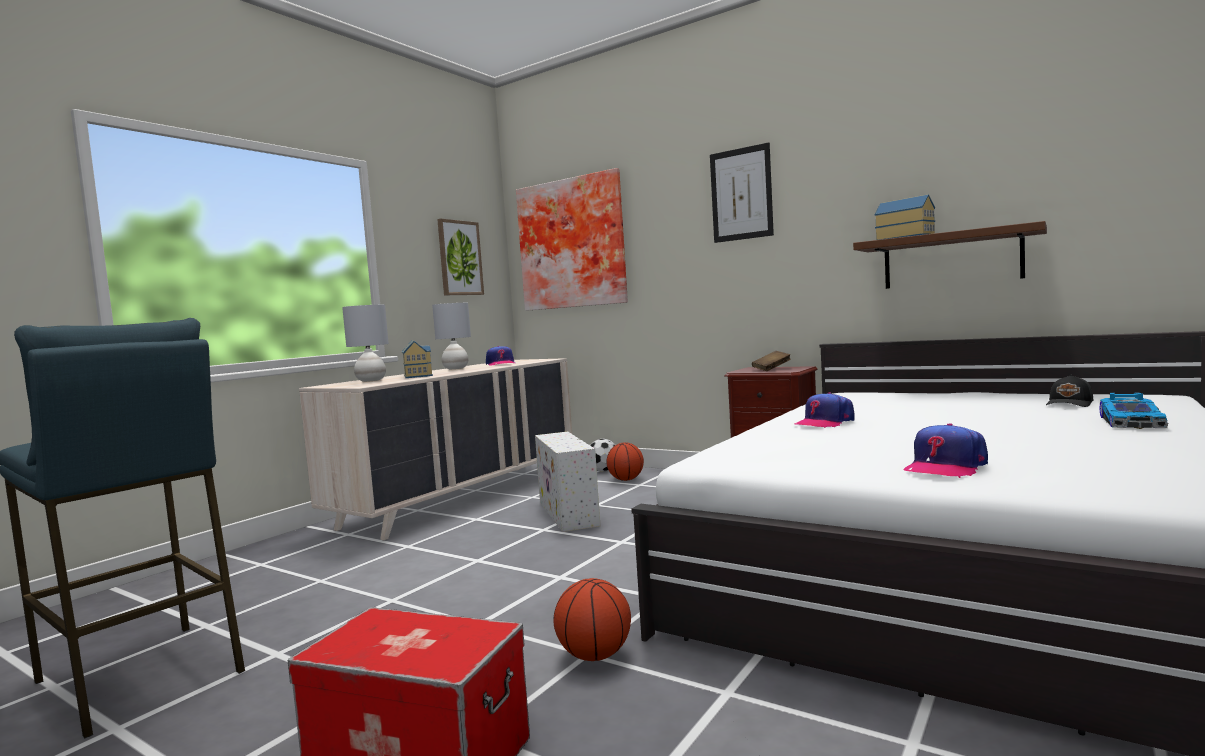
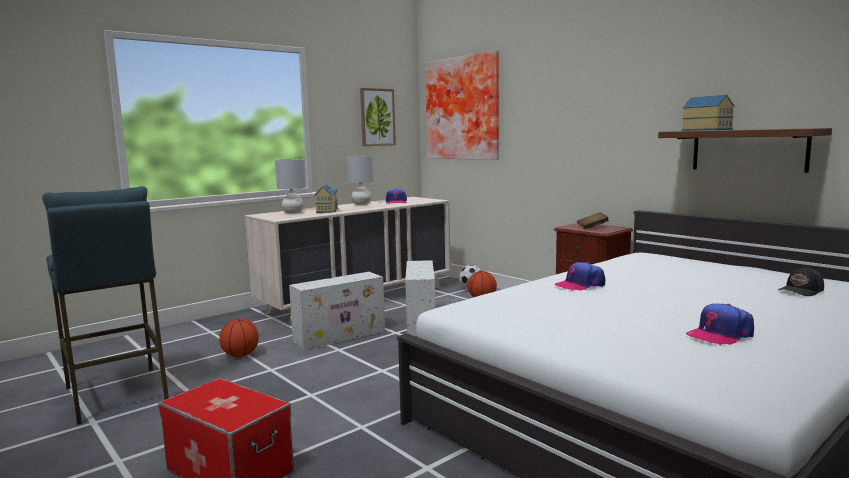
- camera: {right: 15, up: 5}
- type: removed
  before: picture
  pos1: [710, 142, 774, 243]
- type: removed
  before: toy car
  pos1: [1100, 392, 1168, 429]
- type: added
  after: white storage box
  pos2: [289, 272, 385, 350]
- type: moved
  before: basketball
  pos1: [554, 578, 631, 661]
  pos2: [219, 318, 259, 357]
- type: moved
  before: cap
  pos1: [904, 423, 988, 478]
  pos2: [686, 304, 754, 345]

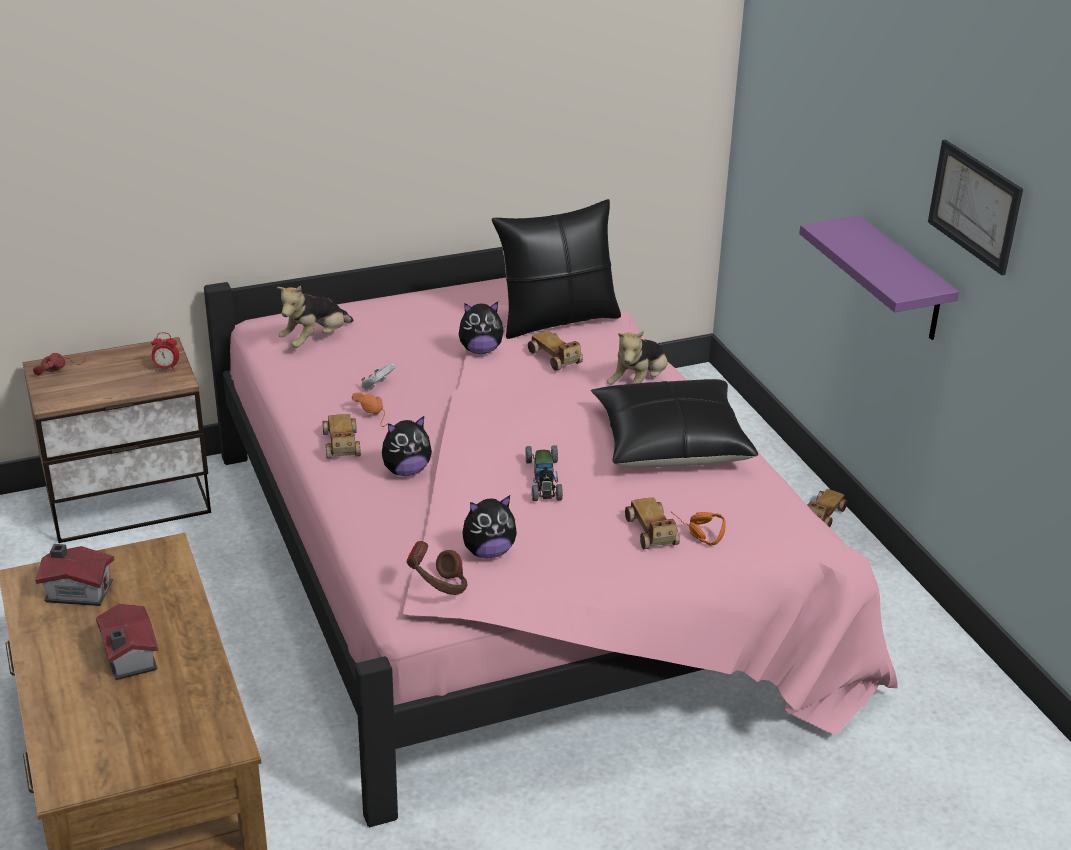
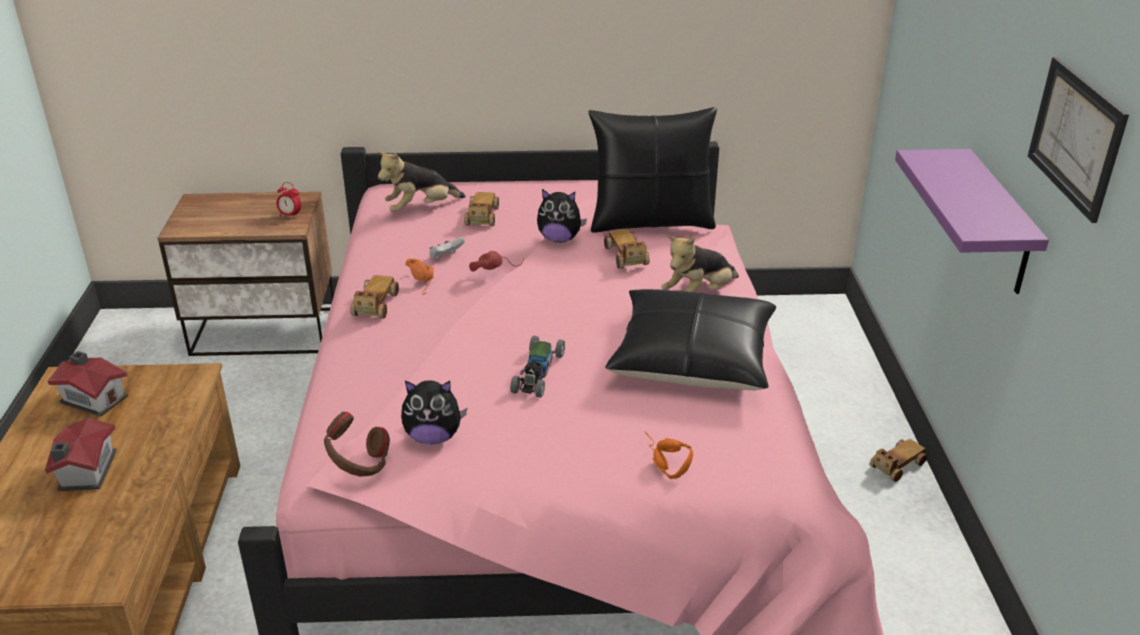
- camera: {right: 20, up: 0}
- type: removed
  before: plush toy
  pos1: [382, 416, 432, 476]
- type: moved
  before: red headphones
  pos1: [33, 353, 85, 375]
  pos2: [469, 251, 524, 272]
- type: moved
  before: toy car
  pos1: [625, 497, 680, 549]
  pos2: [464, 192, 499, 226]

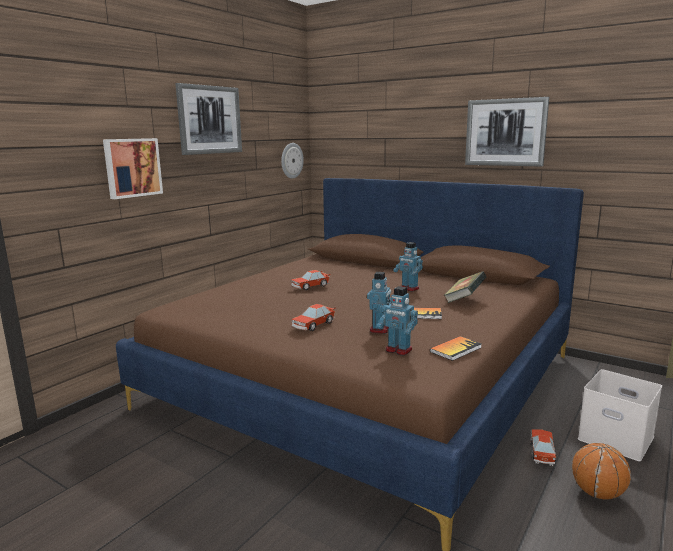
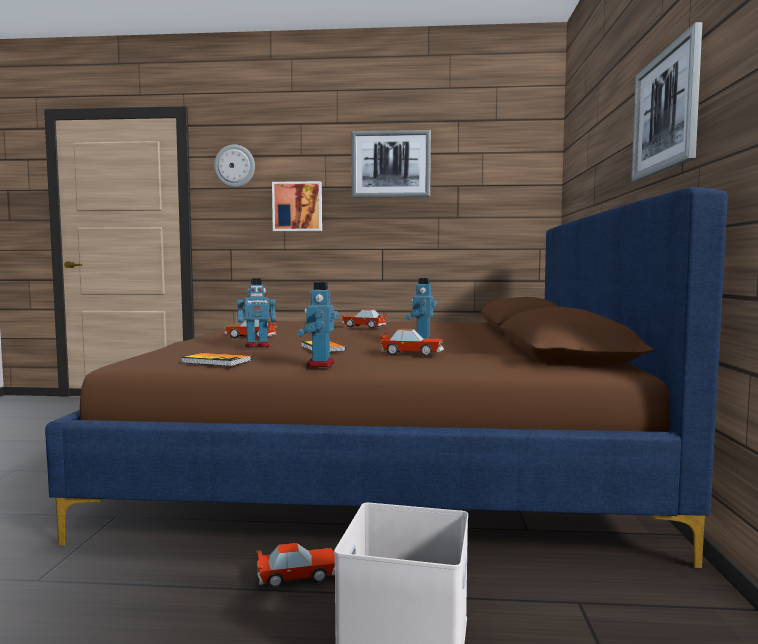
- camera: {right: 60, up: -10}
- type: removed
  before: basketball
  pos1: [572, 443, 631, 500]
- type: moved
  before: wall clock
  pos1: [281, 143, 304, 179]
  pos2: [214, 145, 255, 187]
- type: moved
  before: toy robot
  pos1: [377, 286, 418, 355]
  pos2: [297, 282, 338, 367]
- type: replaced
  before: book
  after: toy car
  pos1: [443, 272, 487, 303]
  pos2: [380, 329, 444, 356]

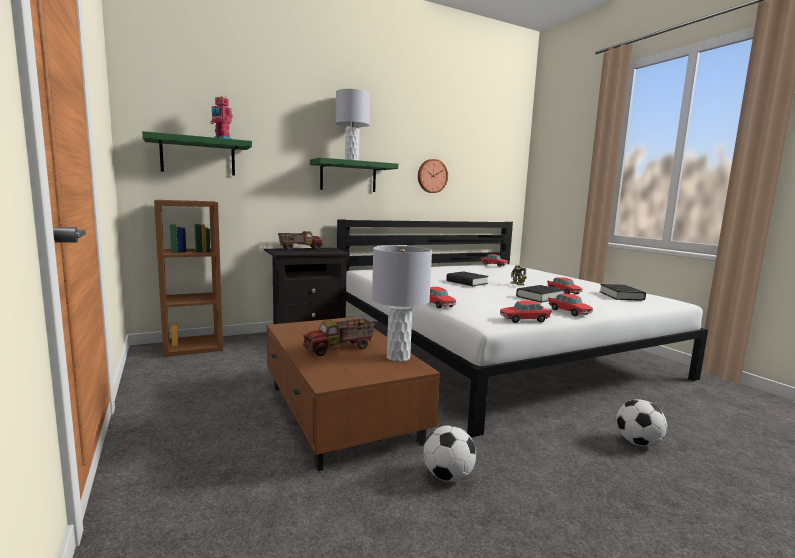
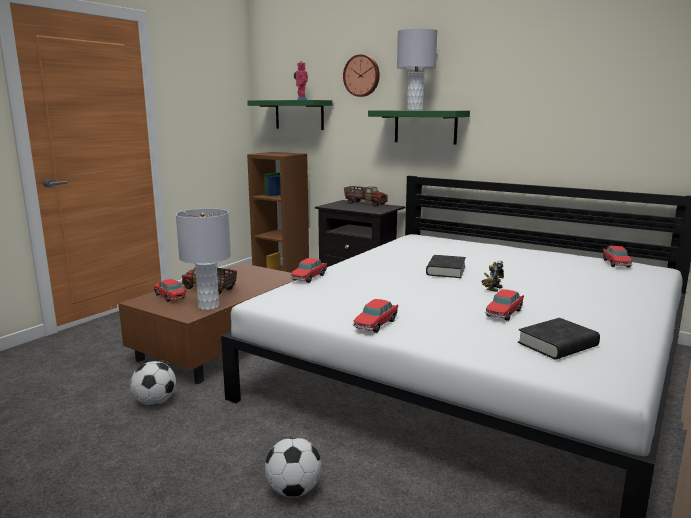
- camera: {right: 60, up: 5}
- type: removed
  before: black book
  pos1: [516, 285, 564, 303]
- type: moved
  before: wall clock
  pos1: [418, 159, 448, 193]
  pos2: [343, 54, 380, 97]
- type: moved
  before: toy car
  pos1: [500, 301, 552, 323]
  pos2: [154, 279, 186, 302]

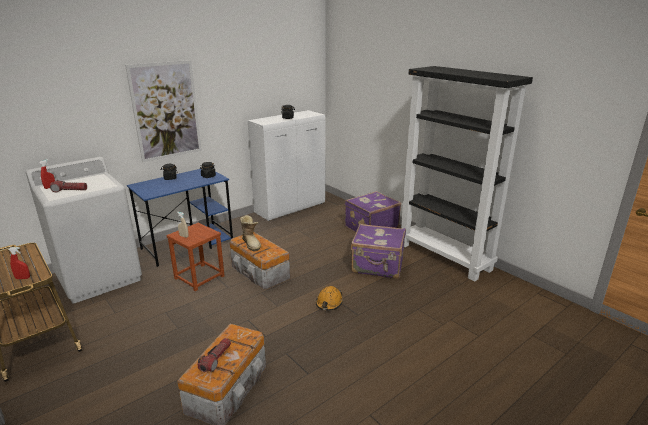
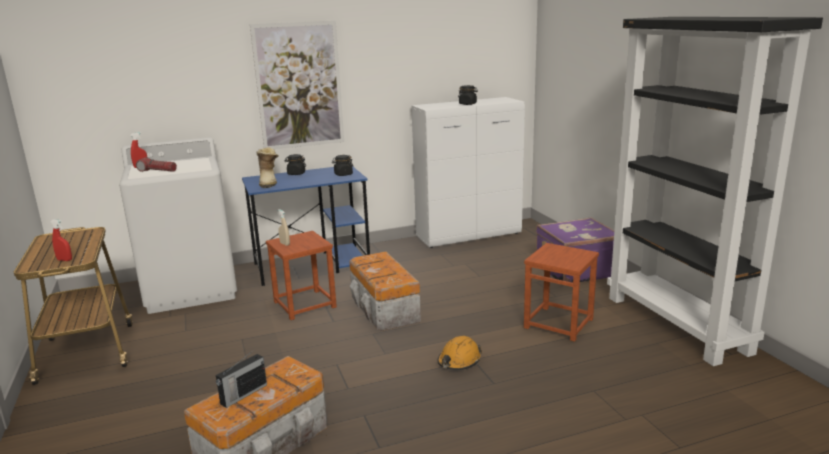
- camera: {right: 20, up: -5}
- type: moved
  before: boot
  pos1: [240, 215, 261, 251]
  pos2: [256, 147, 279, 188]
- type: replaced
  before: flashlight
  after: radio
  pos1: [197, 338, 231, 372]
  pos2: [216, 350, 267, 408]
- type: replaced
  before: purple suitcase
  after: brown stool
  pos1: [351, 224, 406, 279]
  pos2: [524, 243, 599, 342]

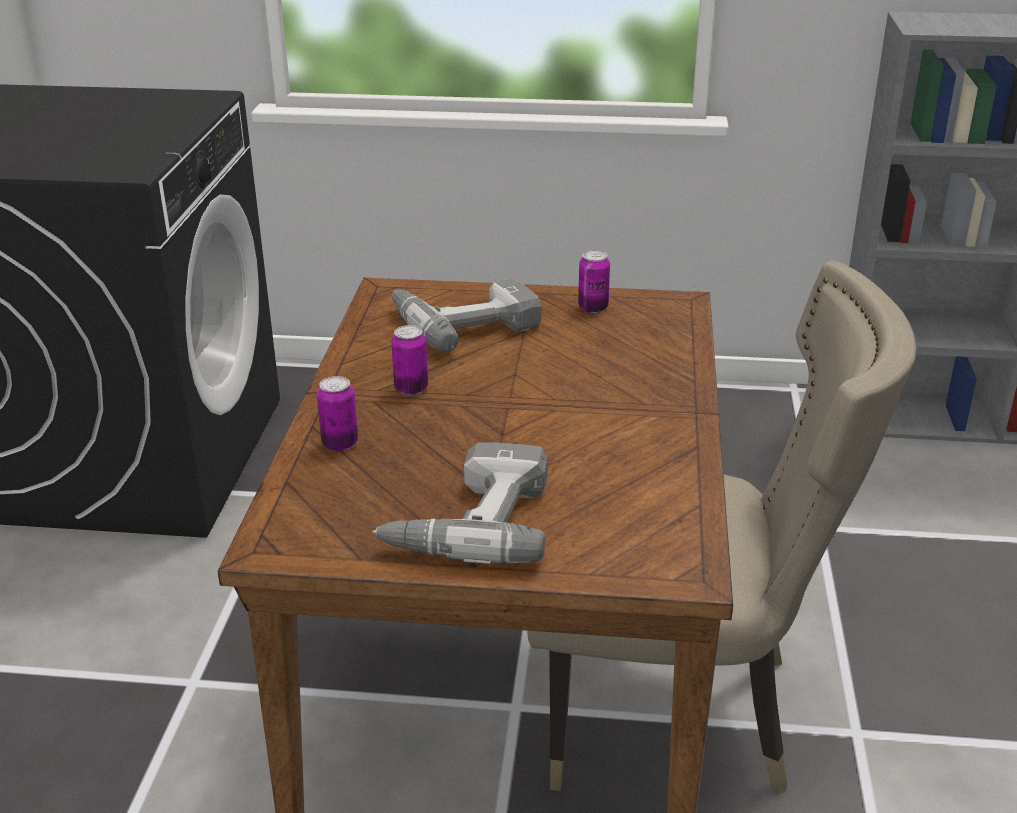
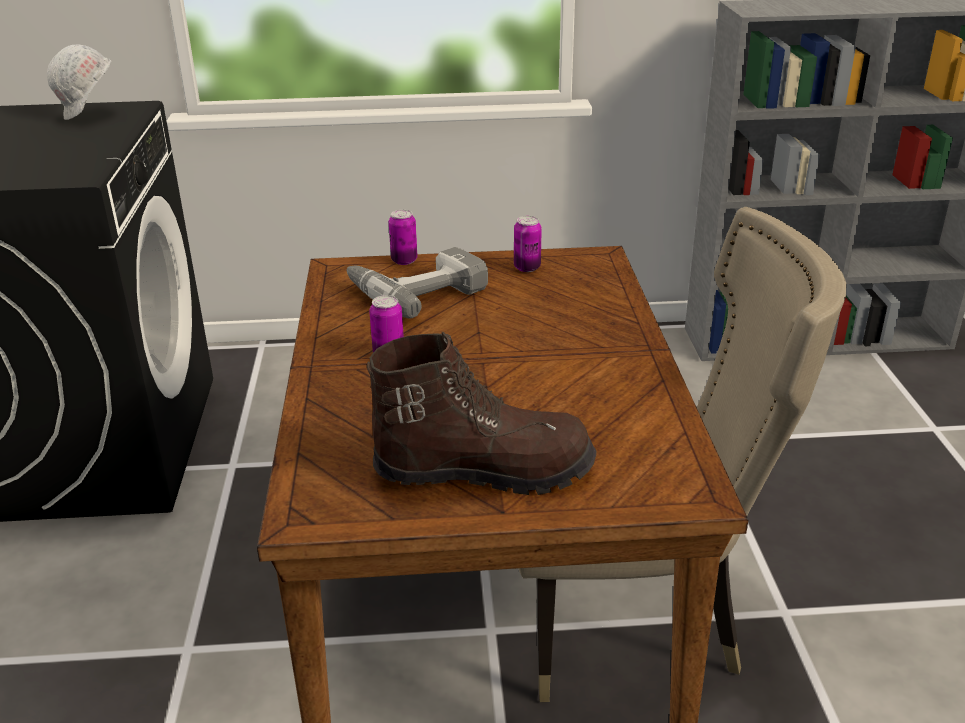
- camera: {right: -10, up: 0}
- type: added
  after: white hard hat
  pos2: [47, 45, 111, 120]
- type: moved
  before: can
  pos1: [317, 376, 358, 451]
  pos2: [389, 210, 418, 265]
- type: replaced
  before: power drill
  after: brown boot
  pos1: [373, 442, 548, 564]
  pos2: [367, 332, 596, 495]

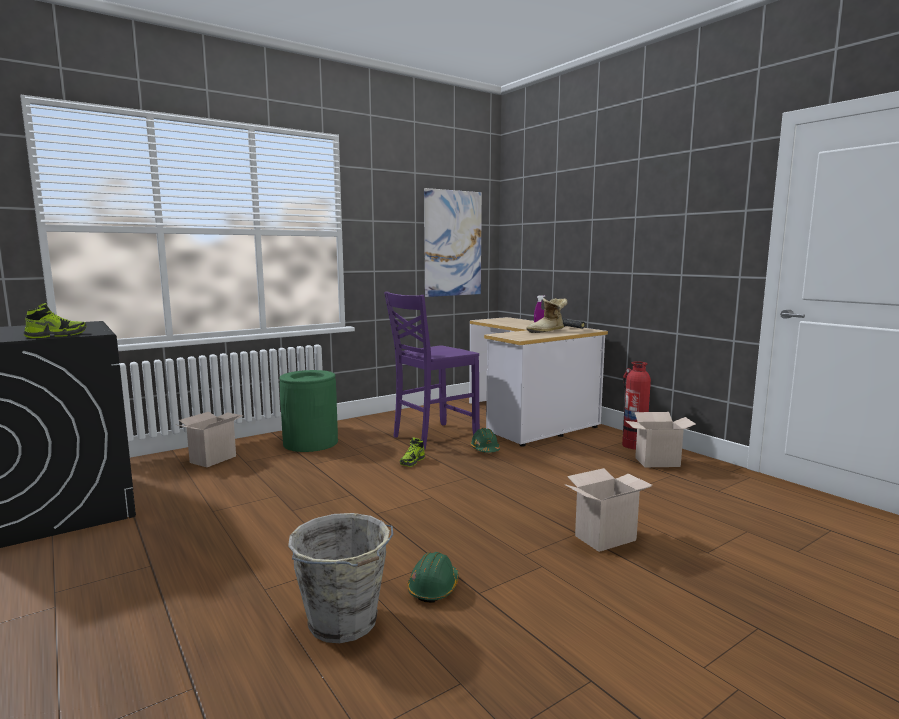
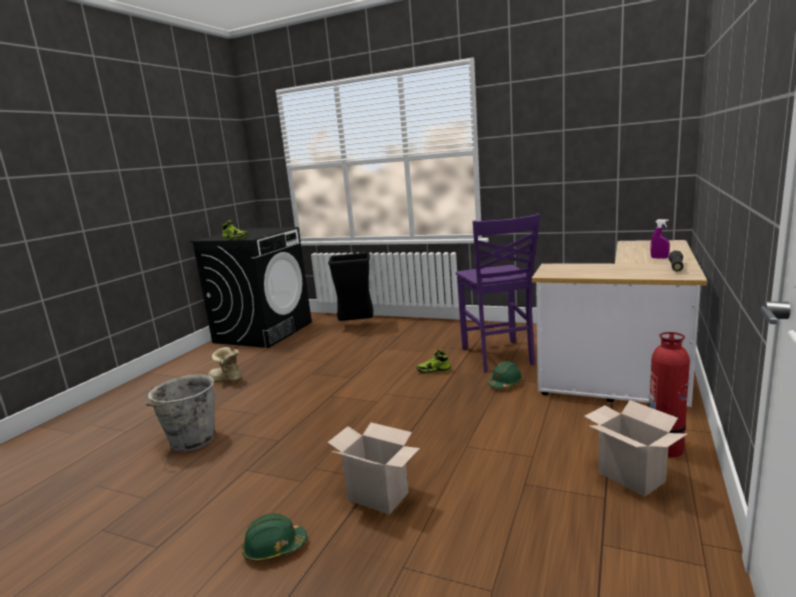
- camera: {right: 60, up: 5}
- type: removed
  before: green trash can
  pos1: [279, 370, 338, 452]
- type: removed
  before: picture
  pos1: [424, 188, 482, 297]
- type: moved
  before: green hard hat
  pos1: [407, 552, 459, 603]
  pos2: [242, 513, 307, 561]
- type: moved
  before: boot
  pos1: [526, 298, 567, 333]
  pos2: [208, 347, 242, 382]
- type: replaced
  before: cardboard box
  after: black trash can
  pos1: [175, 412, 243, 467]
  pos2: [328, 252, 374, 321]
- type: turned
  before: purple chair
  pos1: [384, 291, 480, 450]
  pos2: [456, 214, 541, 372]
  turn: -120

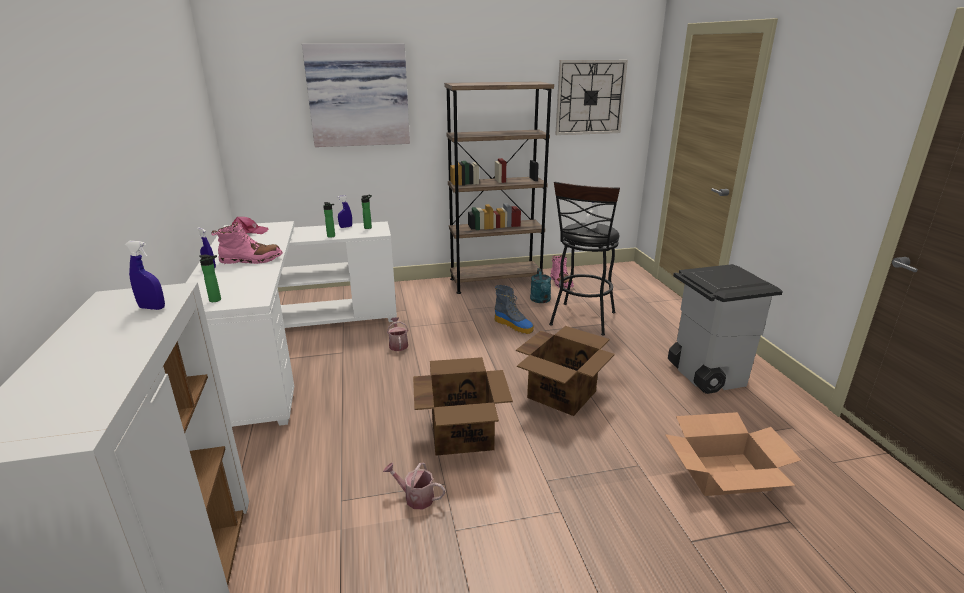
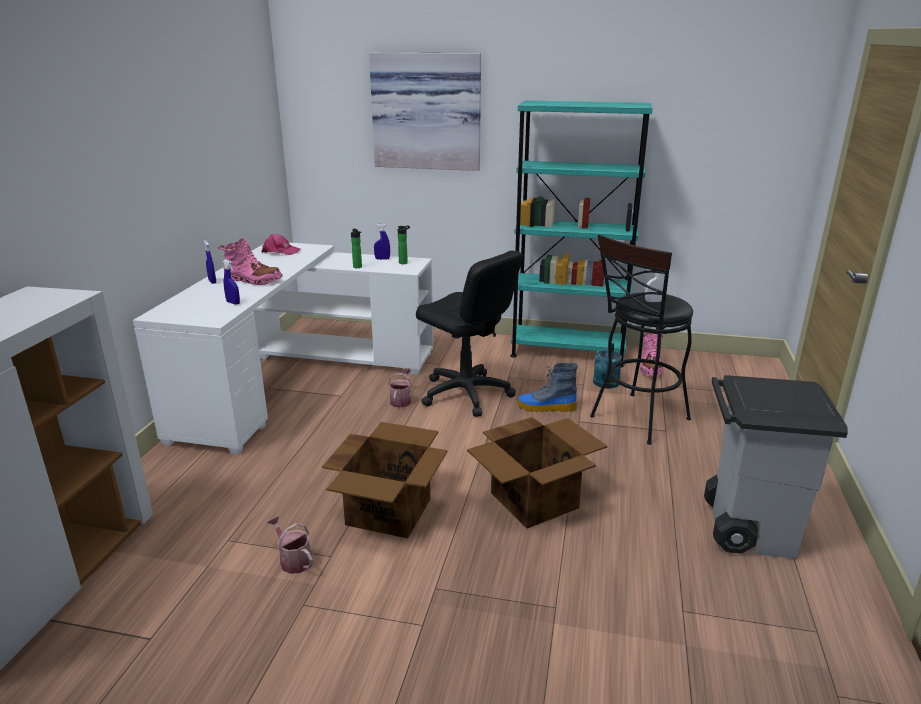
- camera: {right: 25, up: 0}
- type: removed
  before: bottle
  pos1: [199, 254, 221, 302]
- type: removed
  before: wall clock
  pos1: [555, 60, 628, 135]
- type: removed
  before: cardboard box
  pos1: [665, 412, 801, 496]
- type: added
  after: black office chair
  pos2: [416, 250, 523, 417]
- type: moved
  before: blue spray bottle
  pos1: [125, 241, 165, 310]
  pos2: [223, 260, 240, 305]
- type: recoloured
  before: brown bookcase
  after: turquoise bookcase
  pos1: [444, 81, 554, 294]
  pos2: [511, 101, 652, 367]
- type: turned
  before: boot
  pos1: [495, 285, 534, 334]
  pos2: [517, 363, 578, 412]
  turn: 120

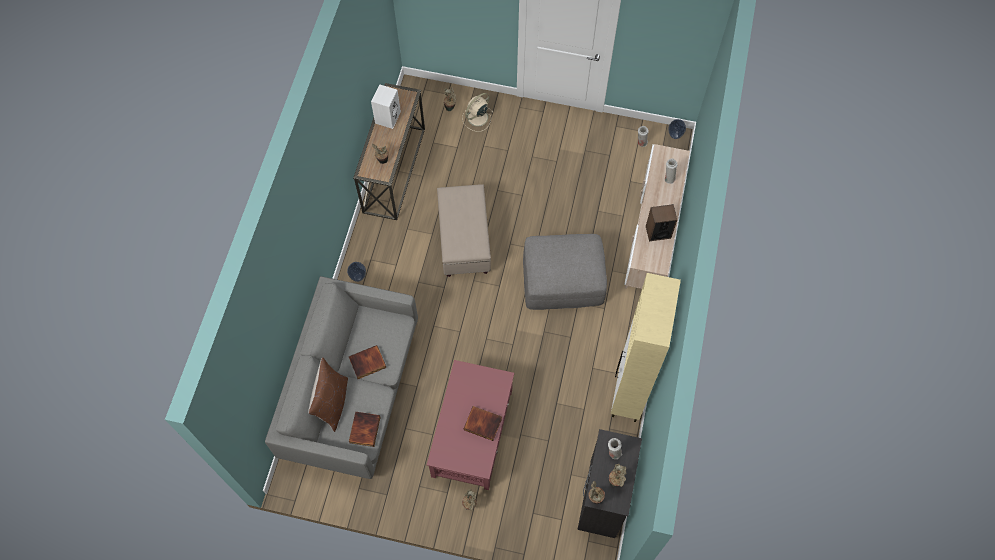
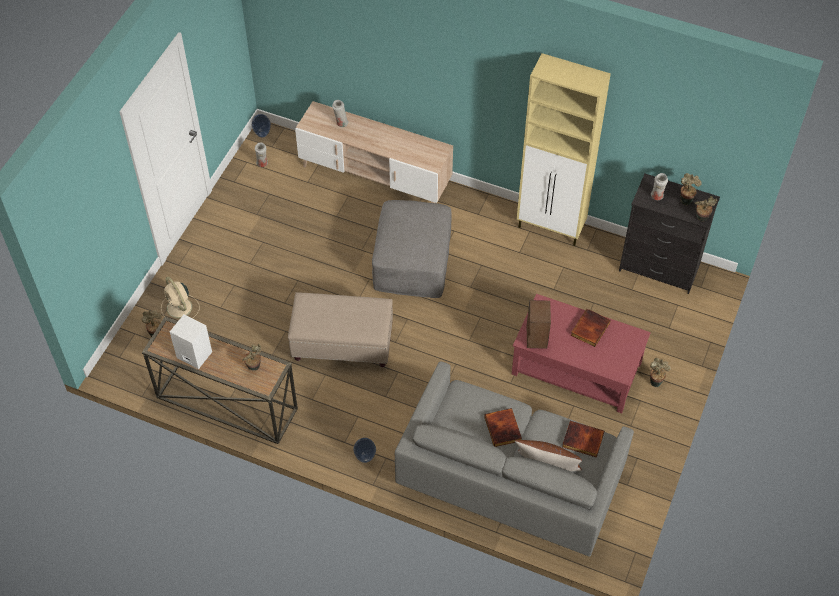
- camera: {right: -80, up: -10}
- type: moved
  before: speaker
  pos1: [646, 204, 677, 241]
  pos2: [527, 300, 551, 349]

